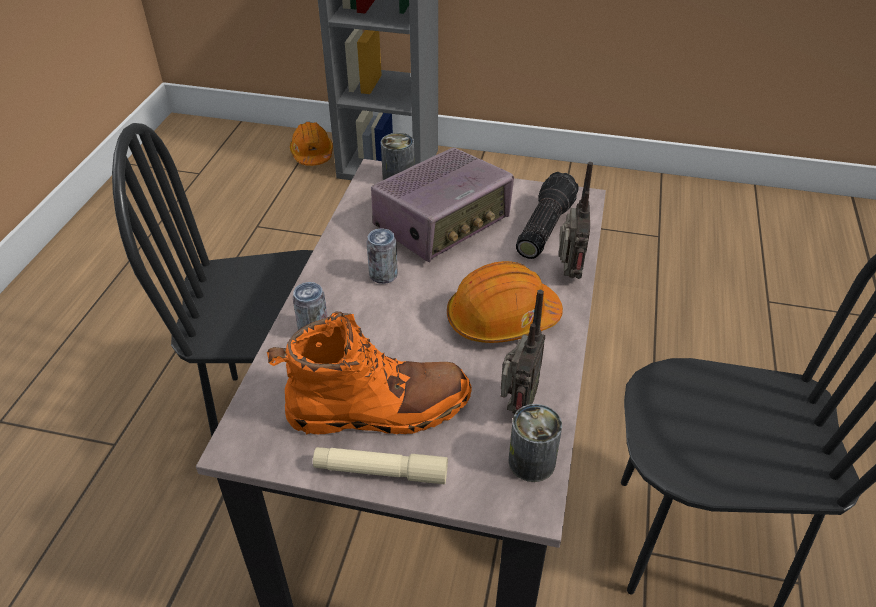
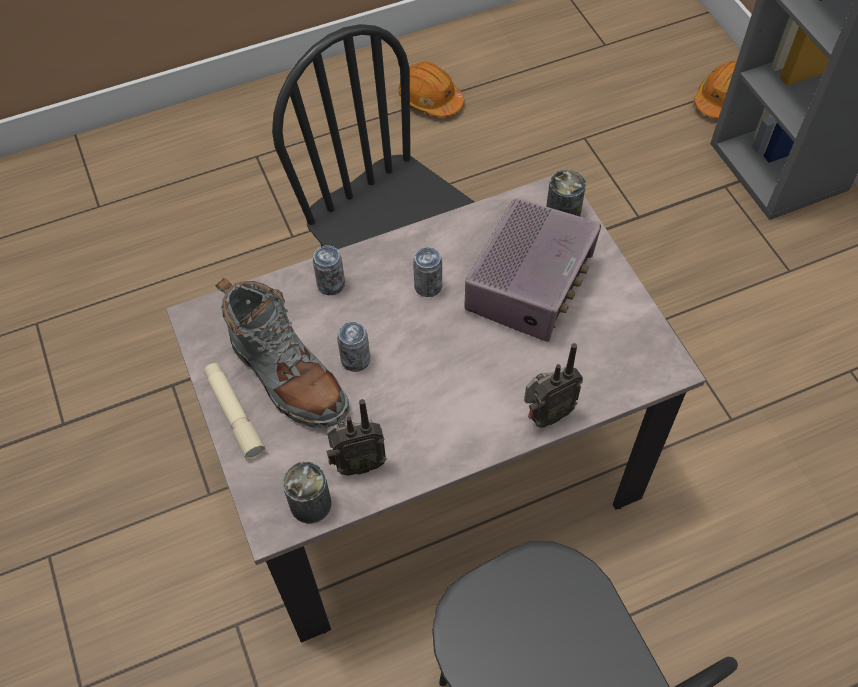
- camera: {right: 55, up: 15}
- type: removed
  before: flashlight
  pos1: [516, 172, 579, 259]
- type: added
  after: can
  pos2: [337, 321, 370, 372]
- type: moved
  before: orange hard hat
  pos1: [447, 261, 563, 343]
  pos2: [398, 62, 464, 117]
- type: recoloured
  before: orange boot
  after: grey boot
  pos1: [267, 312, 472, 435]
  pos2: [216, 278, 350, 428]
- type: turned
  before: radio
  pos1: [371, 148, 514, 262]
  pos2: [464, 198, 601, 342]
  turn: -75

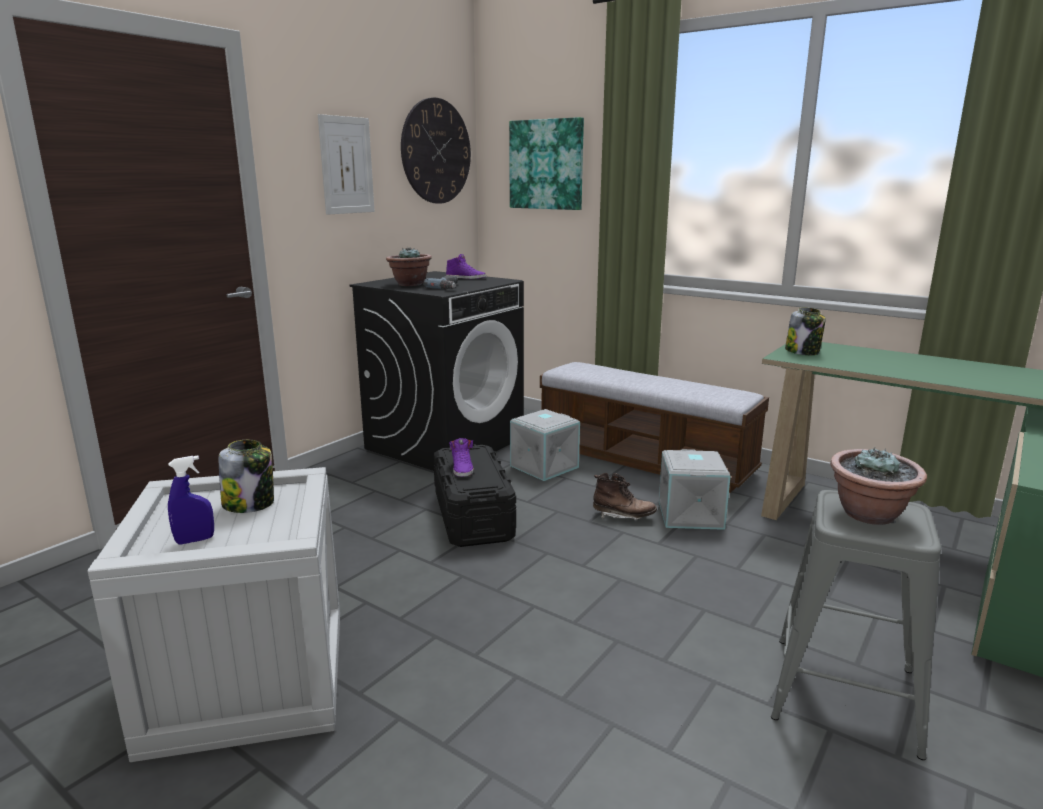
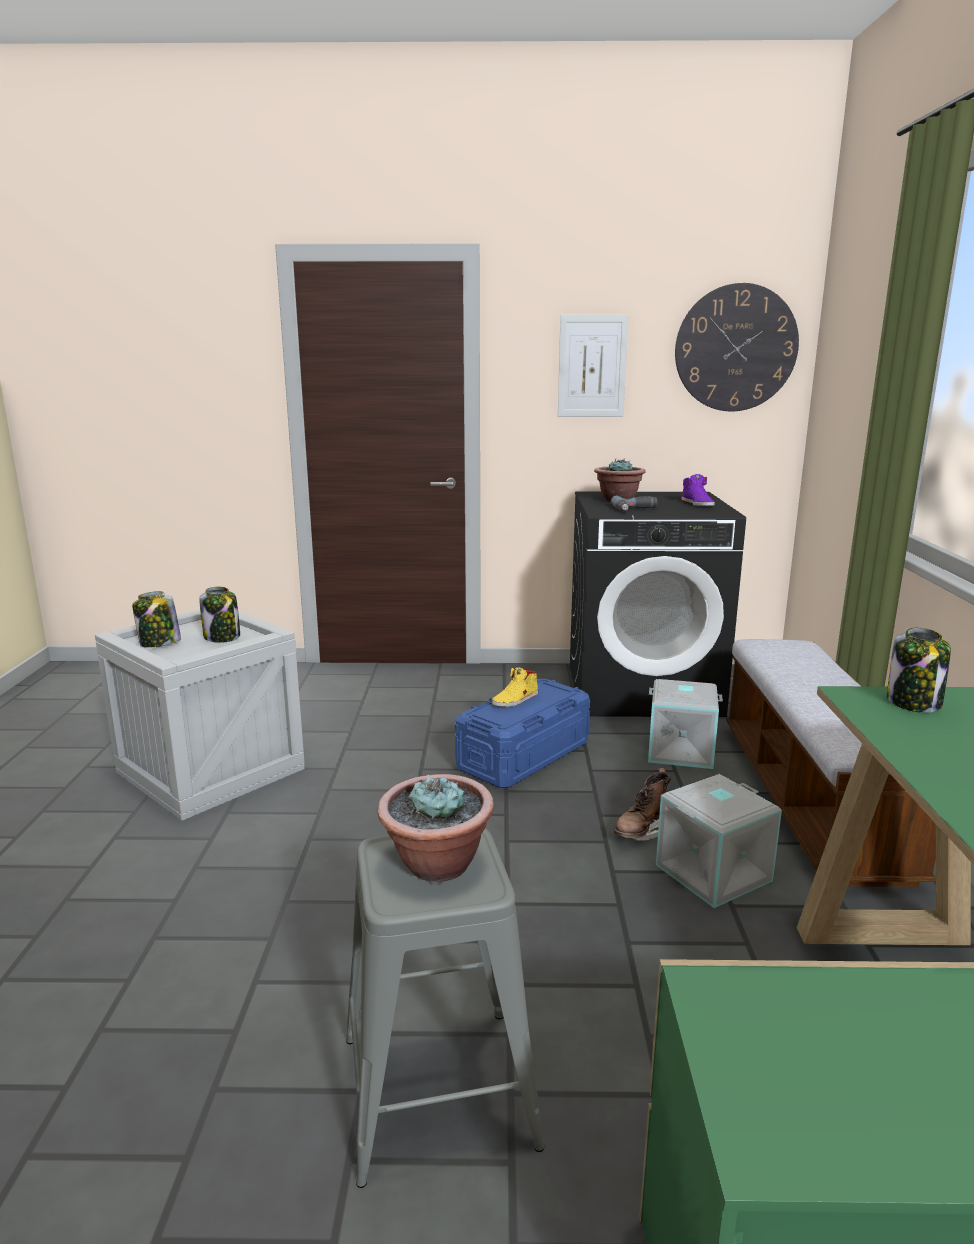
- camera: {right: 55, up: 0}
- type: removed
  before: picture
  pos1: [509, 117, 584, 210]
- type: replaced
  before: blue spray bottle
  after: jar
  pos1: [168, 456, 214, 544]
  pos2: [132, 591, 181, 648]
- type: recoloured
  before: black storage box
  after: blue storage box
  pos1: [433, 444, 516, 547]
  pos2: [455, 679, 590, 788]
- type: recoloured
  before: purple shoe
  after: yellow shoe
  pos1: [449, 438, 474, 477]
  pos2: [492, 667, 538, 707]
- type: turned
  before: brown boot
  pos1: [593, 473, 657, 520]
  pos2: [614, 768, 671, 841]
  turn: 60

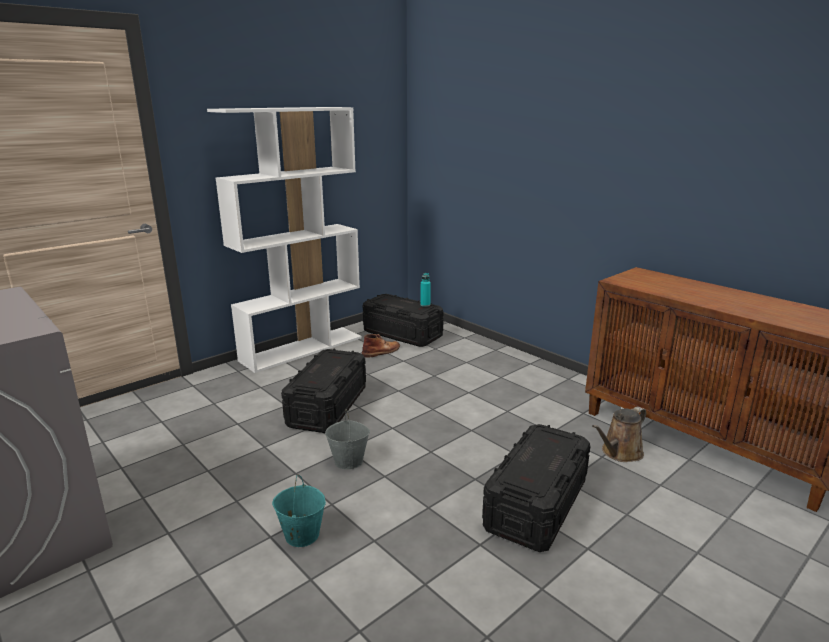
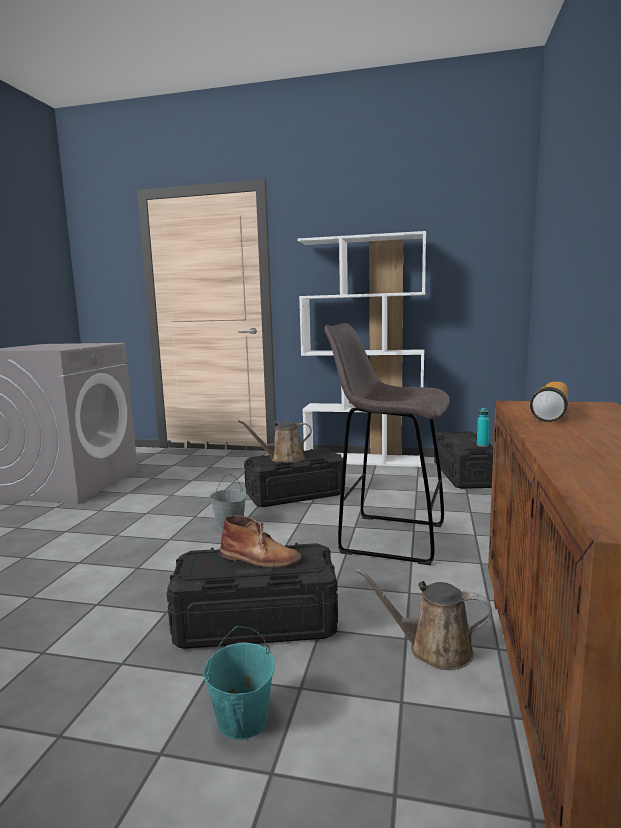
- camera: {right: 55, up: -10}
- type: added
  after: brown watering can
  pos2: [238, 420, 312, 463]
- type: added
  after: grey stool
  pos2: [324, 323, 450, 565]
- type: added
  after: flashlight
  pos2: [530, 382, 568, 422]
- type: moved
  before: turquoise bucket
  pos1: [272, 474, 326, 547]
  pos2: [203, 626, 275, 740]
- type: moved
  before: brown boot
  pos1: [362, 334, 400, 358]
  pos2: [219, 515, 301, 568]

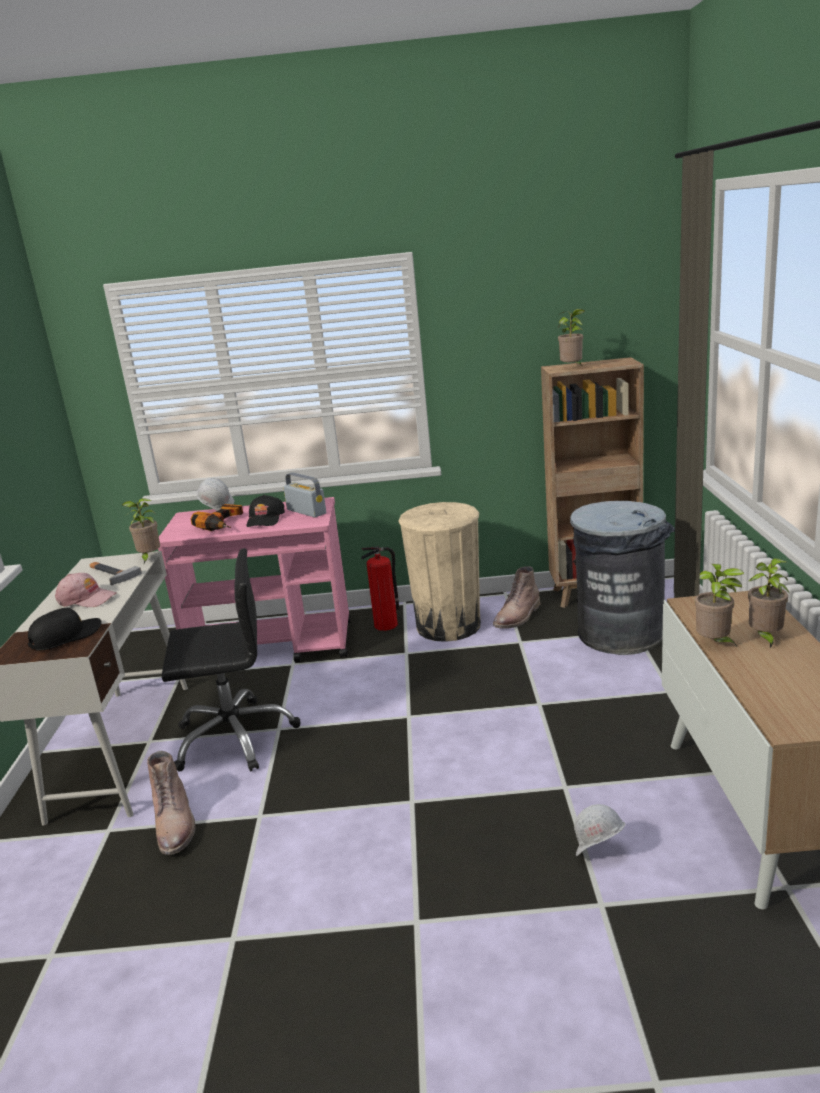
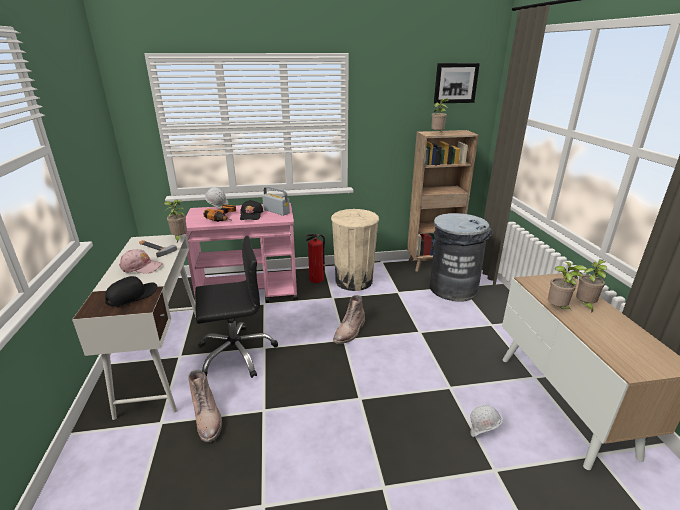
- camera: {right: -10, up: 5}
- type: added
  after: picture
  pos2: [434, 63, 480, 104]
- type: moved
  before: brown boot
  pos1: [493, 566, 541, 629]
  pos2: [333, 295, 365, 344]

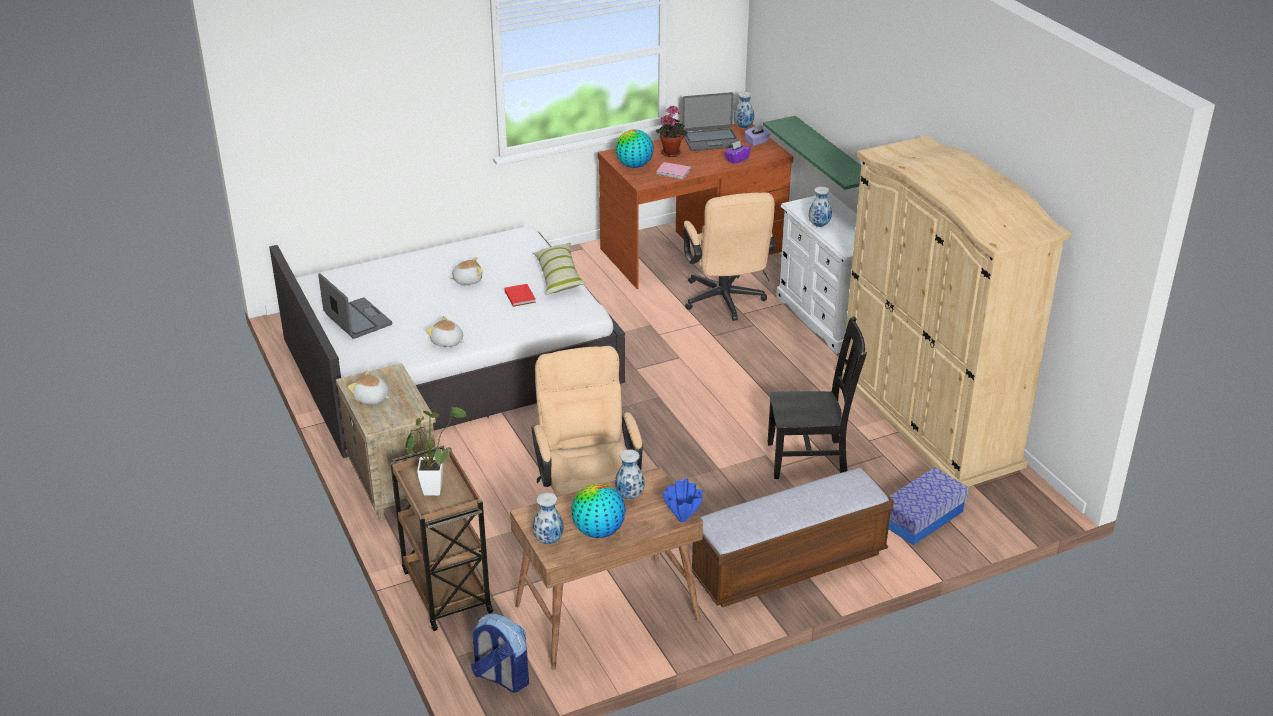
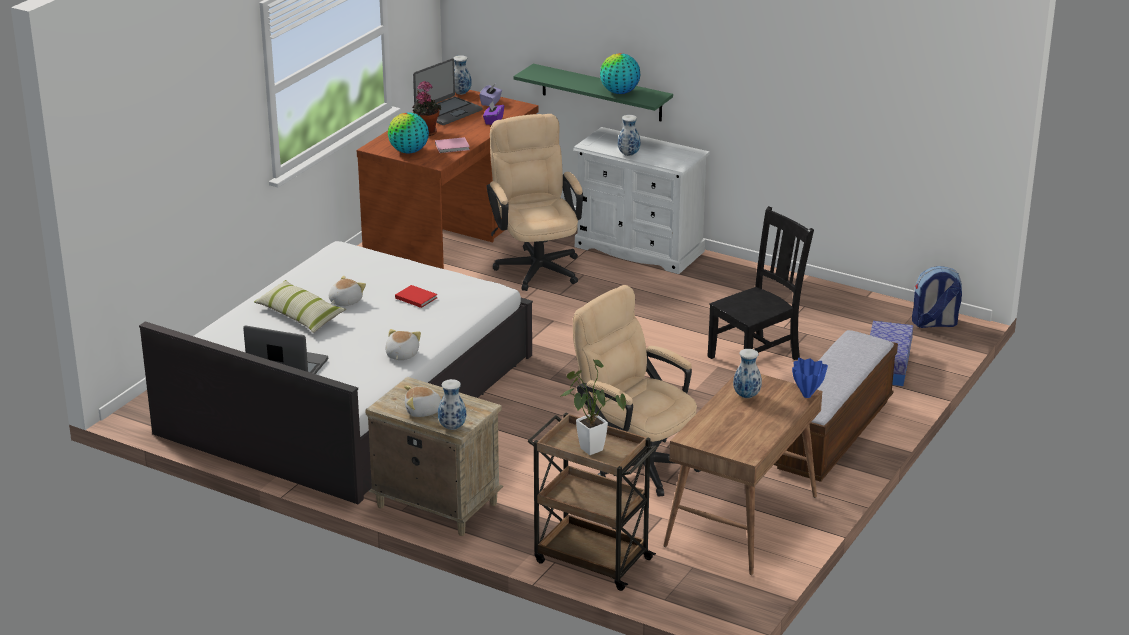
- camera: {right: -35, up: -5}
- type: removed
  before: beige wardrobe
  pos1: [841, 136, 1071, 487]
- type: moved
  before: backpack
  pos1: [471, 614, 529, 693]
  pos2: [912, 266, 962, 328]
- type: moved
  before: pillow
  pos1: [533, 243, 586, 295]
  pos2: [254, 280, 346, 333]
- type: moved
  before: vase
  pos1: [533, 493, 564, 544]
  pos2: [438, 379, 466, 430]
- type: moved
  before: globe
  pos1: [571, 483, 626, 538]
  pos2: [600, 53, 640, 94]
- type: turned
  before: plush toy
  pos1: [426, 316, 464, 347]
  pos2: [385, 329, 421, 360]
  turn: 105
- type: turned
  before: beige office chair
  pos1: [683, 192, 776, 321]
  pos2: [487, 114, 583, 291]
  turn: -150

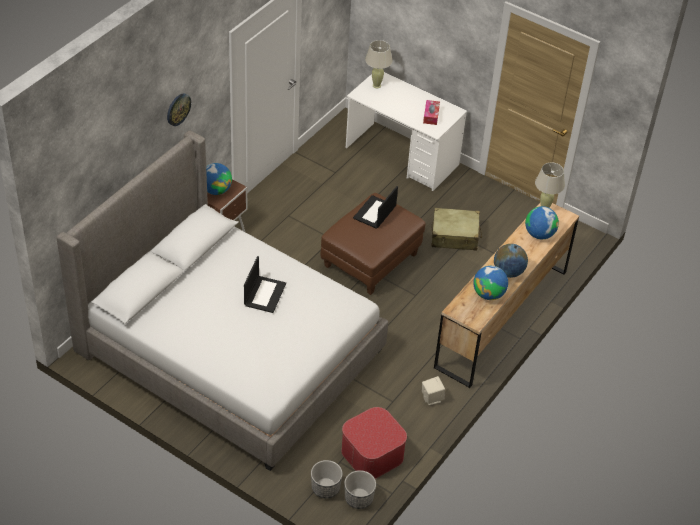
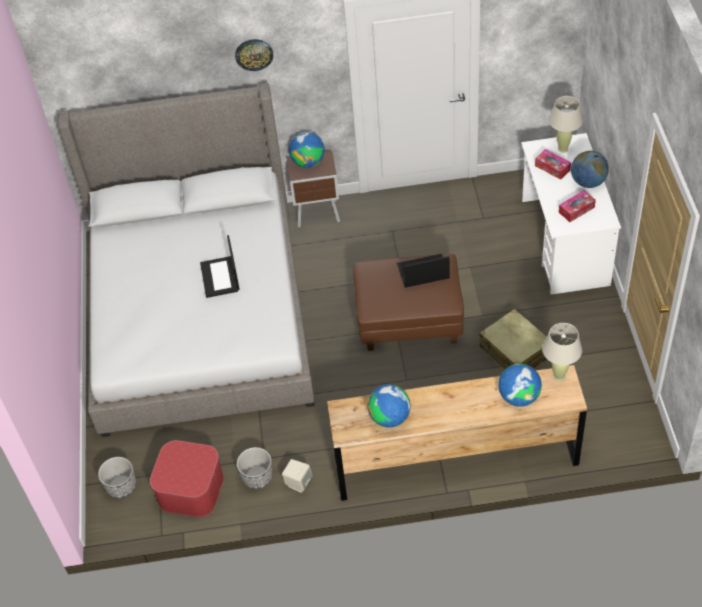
- camera: {right: 55, up: 5}
- type: added
  after: tissue box
  pos2: [535, 149, 571, 180]
- type: moved
  before: planter
  pos1: [344, 470, 376, 509]
  pos2: [237, 447, 273, 489]
- type: moved
  before: globe
  pos1: [494, 244, 528, 278]
  pos2: [571, 151, 609, 188]
- type: turned
  before: laptop
  pos1: [244, 256, 286, 313]
  pos2: [200, 235, 240, 298]
  turn: 105

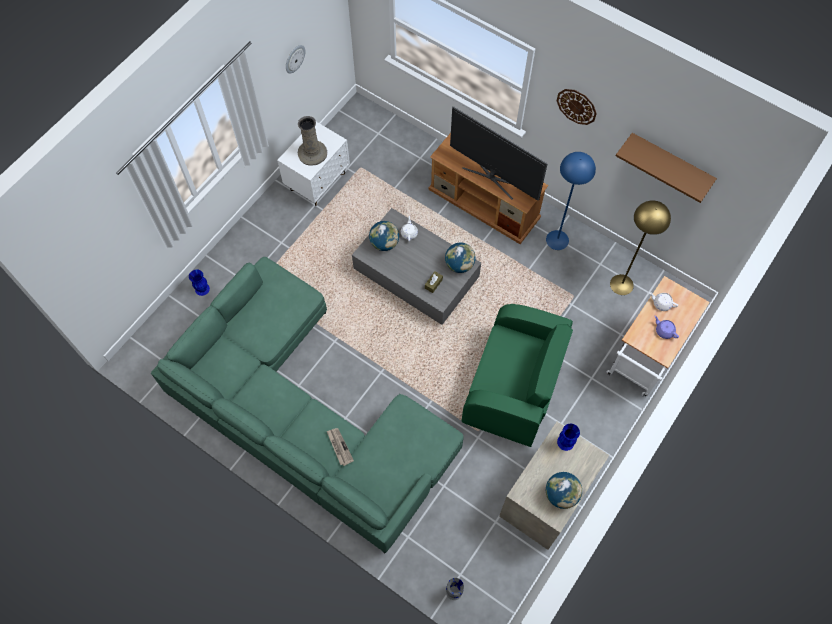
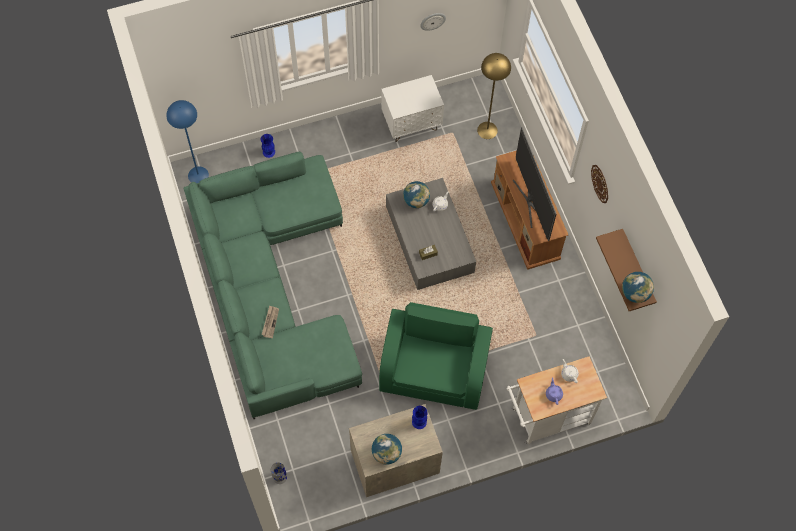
- camera: {right: 35, up: 0}
- type: removed
  before: beige vase
  pos1: [298, 116, 327, 166]
- type: moved
  before: globe
  pos1: [445, 243, 476, 273]
  pos2: [622, 272, 654, 303]
- type: moved
  before: blue floor lamp
  pos1: [546, 152, 596, 250]
  pos2: [166, 100, 209, 183]
- type: moved
  before: yellow floor lamp
  pos1: [610, 200, 671, 295]
  pos2: [477, 53, 511, 139]
- type: turned
  before: green armchair
  pos1: [461, 304, 573, 447]
  pos2: [379, 302, 493, 410]
  turn: -135

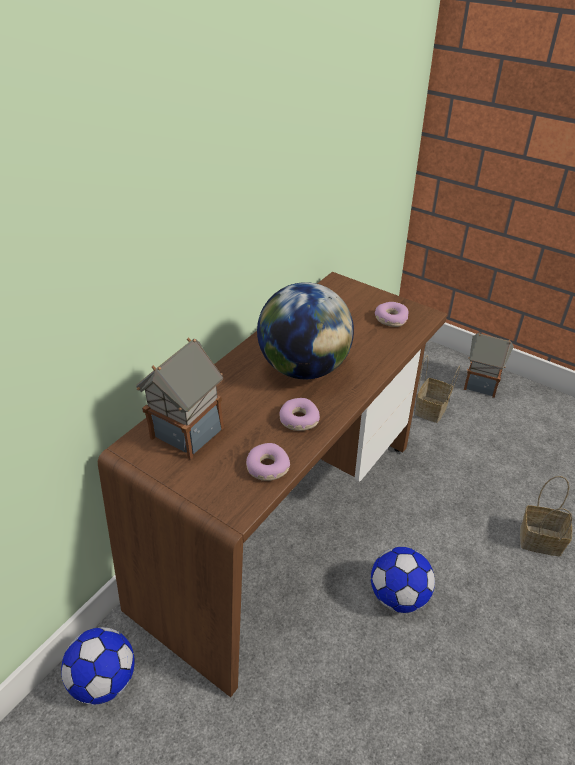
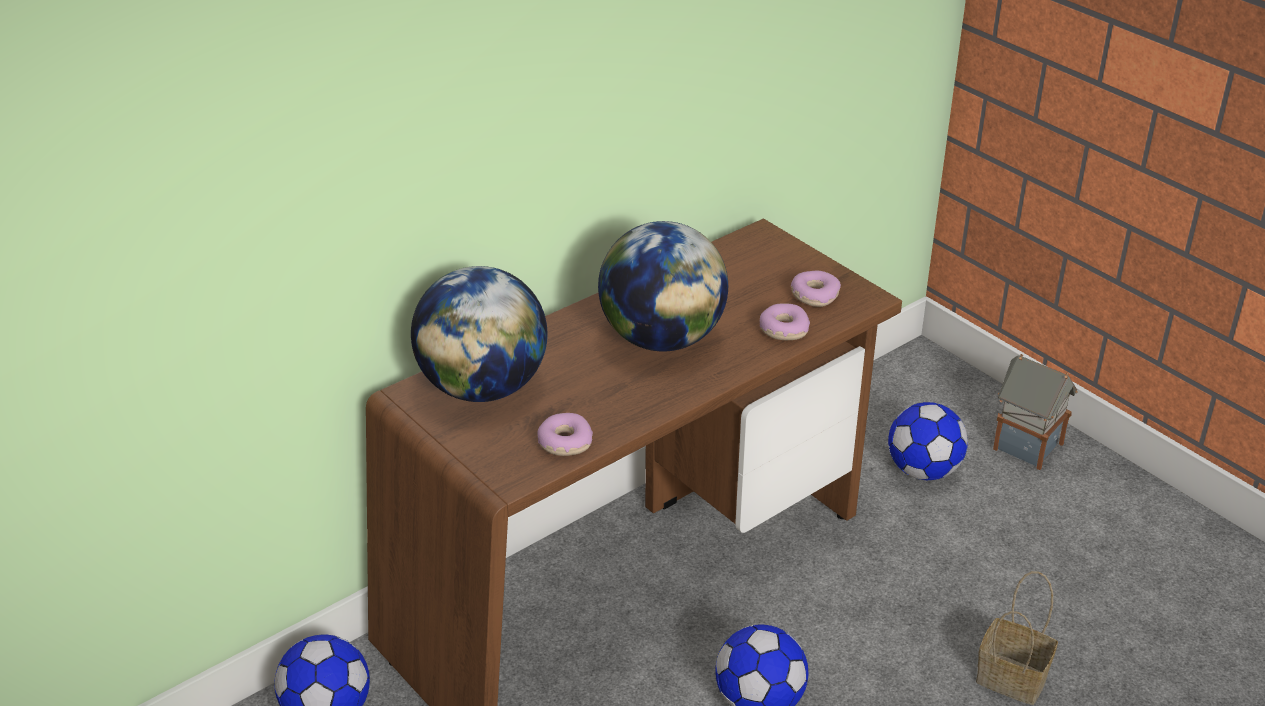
- camera: {right: 15, up: -5}
- type: moved
  before: donut
  pos1: [279, 398, 320, 431]
  pos2: [760, 303, 810, 340]
- type: replaced
  before: toy house
  after: globe
  pos1: [136, 337, 224, 460]
  pos2: [411, 266, 547, 402]
- type: replaced
  before: basket
  after: football
  pos1: [415, 355, 460, 423]
  pos2: [888, 402, 968, 480]

